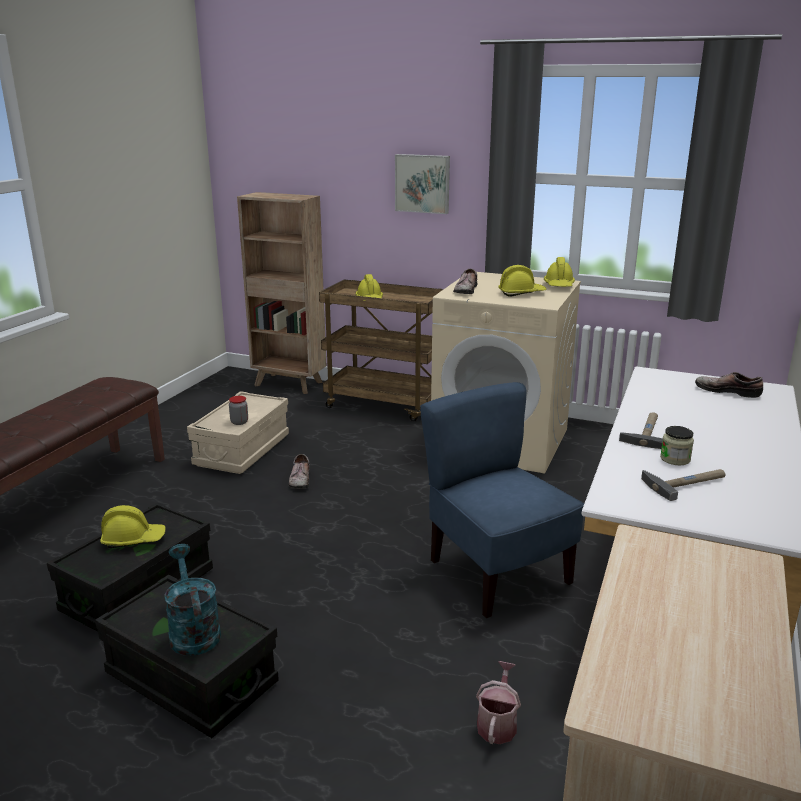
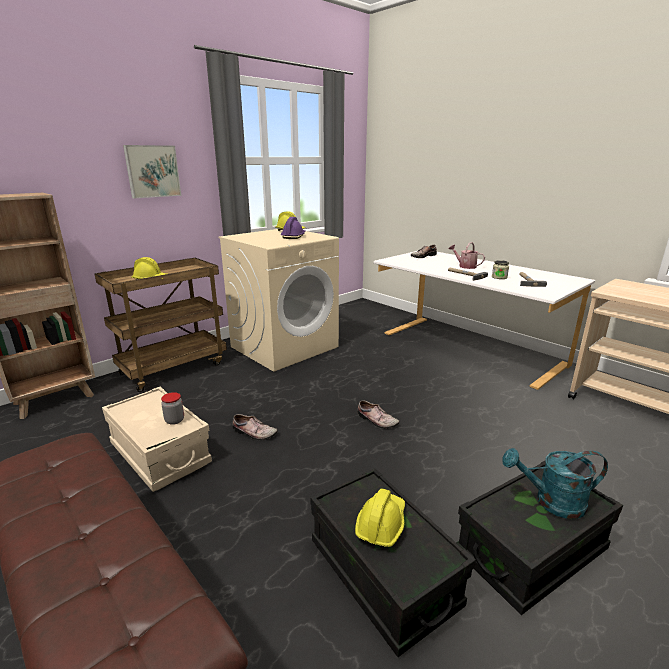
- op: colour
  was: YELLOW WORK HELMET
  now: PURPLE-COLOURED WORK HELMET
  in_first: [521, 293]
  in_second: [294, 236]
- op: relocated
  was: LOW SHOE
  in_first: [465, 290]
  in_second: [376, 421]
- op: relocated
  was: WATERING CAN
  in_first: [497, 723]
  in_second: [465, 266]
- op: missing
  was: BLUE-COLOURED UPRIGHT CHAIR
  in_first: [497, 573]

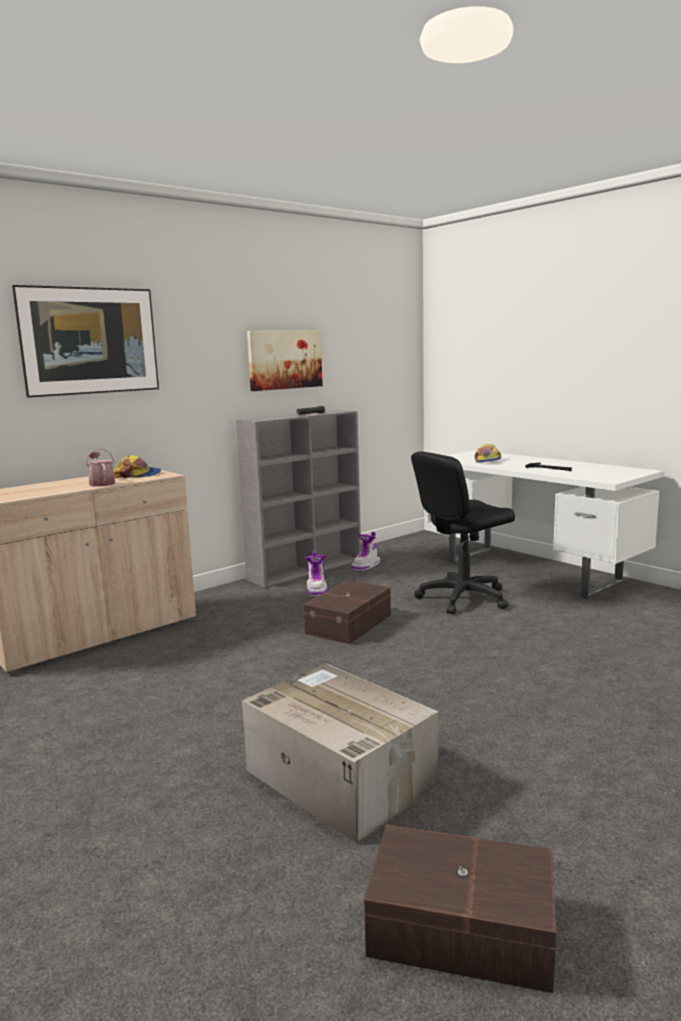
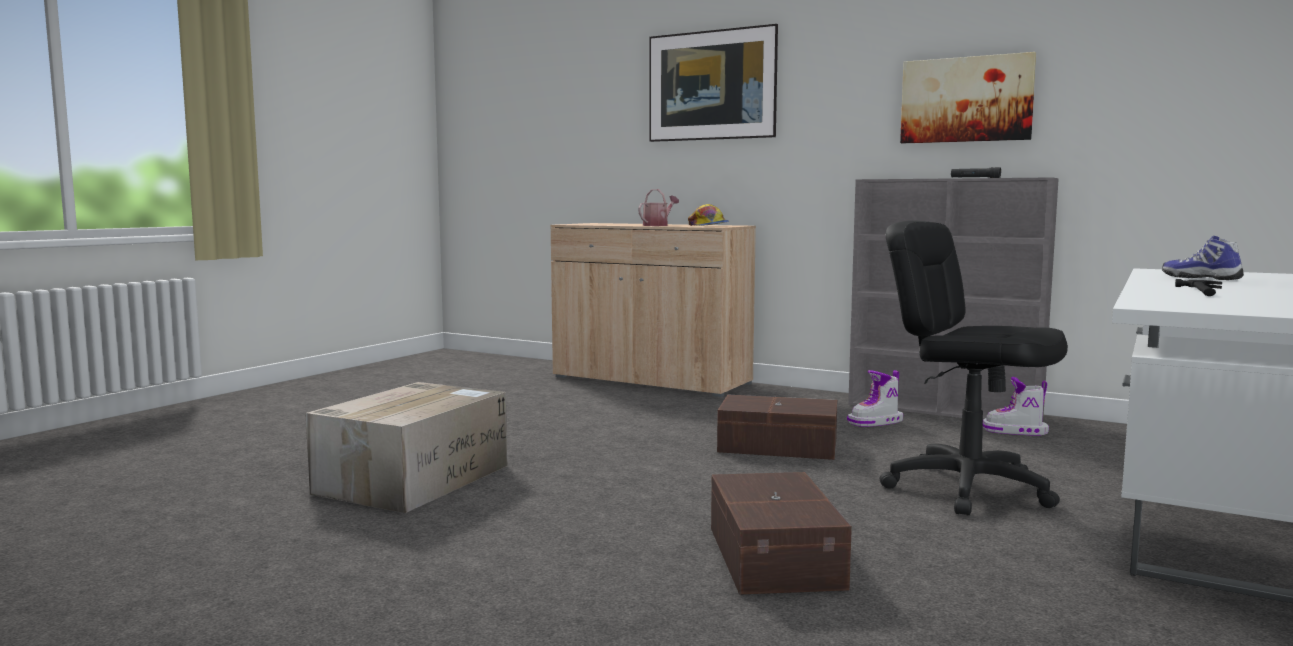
- op: relocated
  was: BROWNISH STORAGE BIN
  in_first: [460, 925]
  in_second: [776, 556]
- op: exchanged
  was: PEAKED CAP
  now: LOW SHOE
  in_first: [487, 461]
  in_second: [1202, 278]

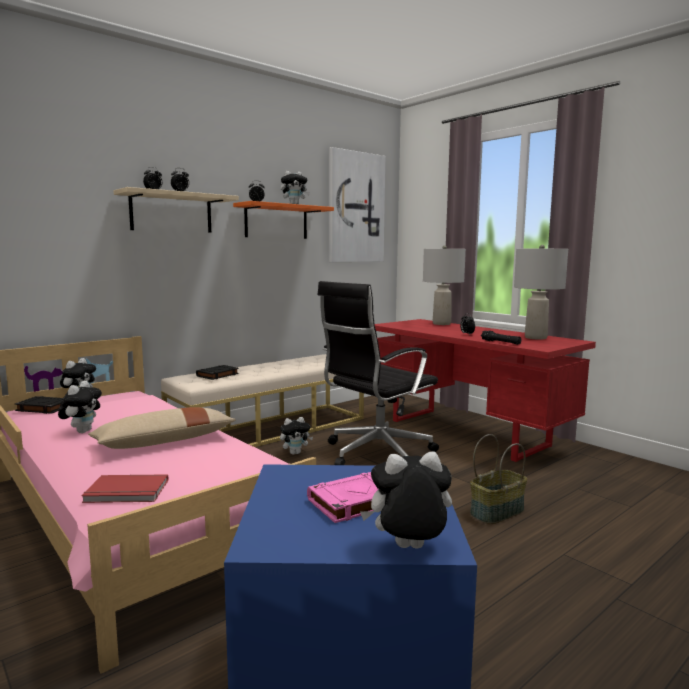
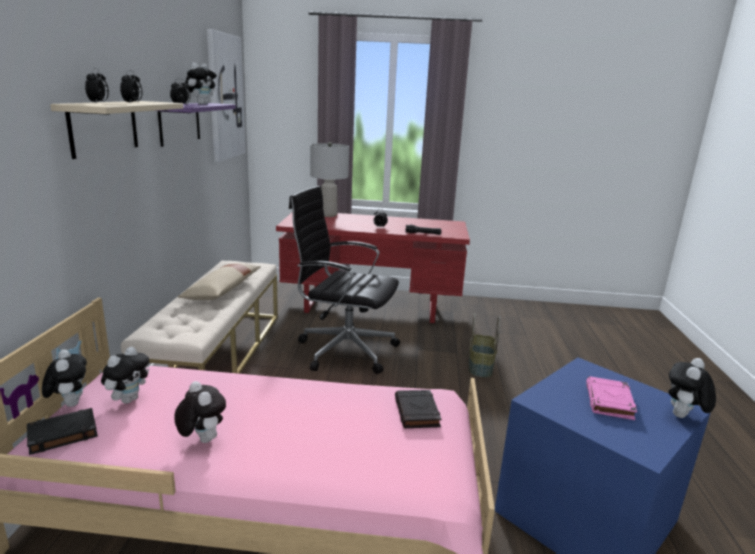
- op: relocated
  was: CUDDLY TOY
  in_first: [295, 453]
  in_second: [129, 399]
- op: colour
  was: ORANGEY SHELF
  now: PURPLE-COLOURED SHELF
  in_first: [276, 222]
  in_second: [179, 123]
- op: relocated
  was: SAND-COLOURED CUSHION
  in_first: [164, 442]
  in_second: [222, 290]
- op: spun
  was: BLACK COMPUTER CHAIR
  in_first: [376, 454]
  in_second: [344, 349]
  clockwise: 105
- op: relocated
  was: BLACK BOOK
  in_first: [217, 375]
  in_second: [417, 413]
- op: missing
  was: RED-COLOURED BOOK
  in_first: [126, 492]
- op: missing
  was: GREYISH TABLE LAMP
  in_first: [536, 337]

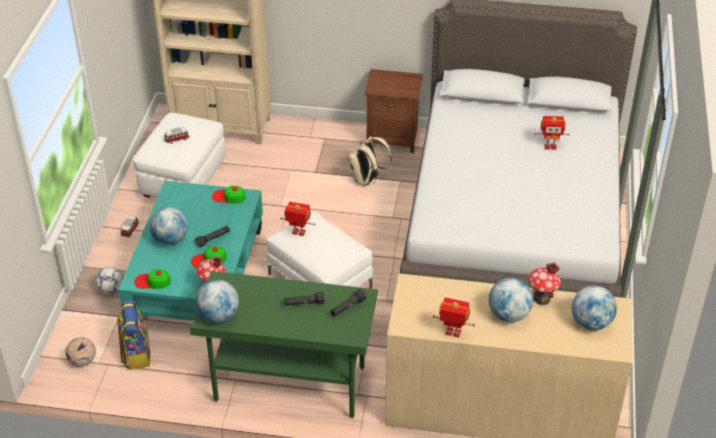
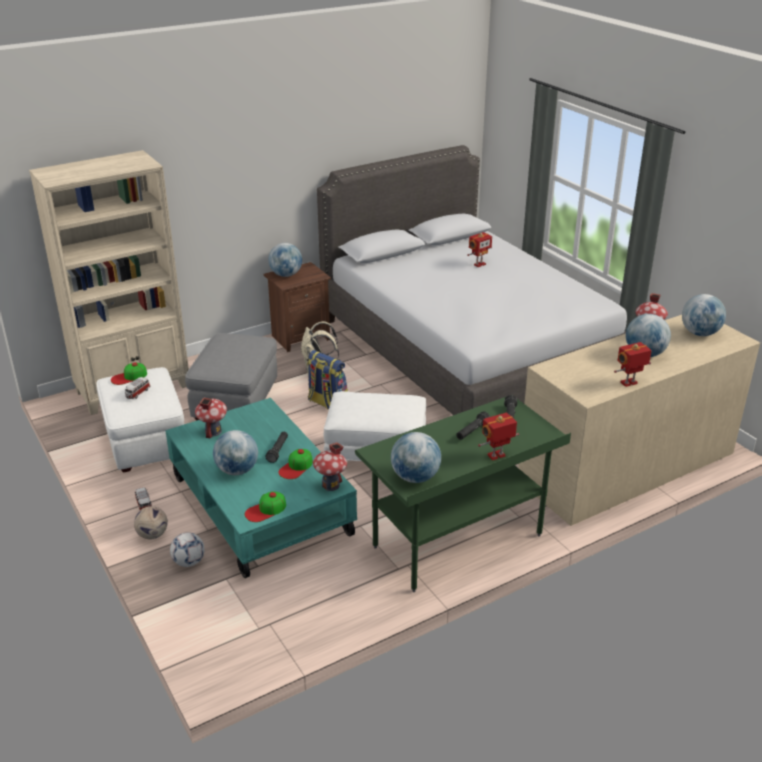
- op: relocated
  was: PEAKED CAP
  in_first: [228, 197]
  in_second: [129, 377]
- op: relocated
  was: FOOTBALL BALL
  in_first: [82, 361]
  in_second: [152, 535]
- op: appeared
  now: GREYISH FOOTREST
  in_second: [236, 400]
- op: appeared
  now: MODEL HOUSE
  in_second: [213, 431]
- op: appeared
  now: WORLD GLOBE
  in_second: [286, 275]
- op: relocated
  was: RUCKSACK
  in_first: [136, 354]
  in_second: [327, 403]
- op: relocated
  was: MODEL ROBOT
  in_first: [298, 233]
  in_second: [497, 456]

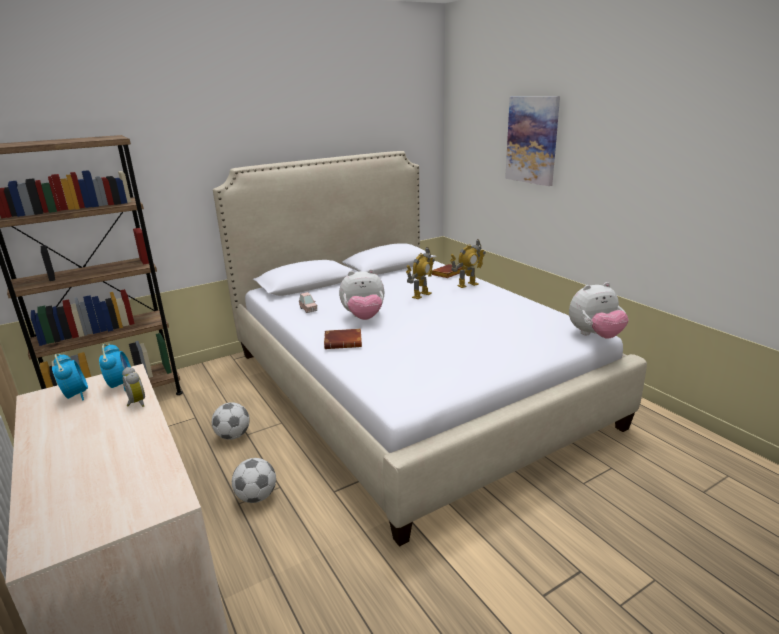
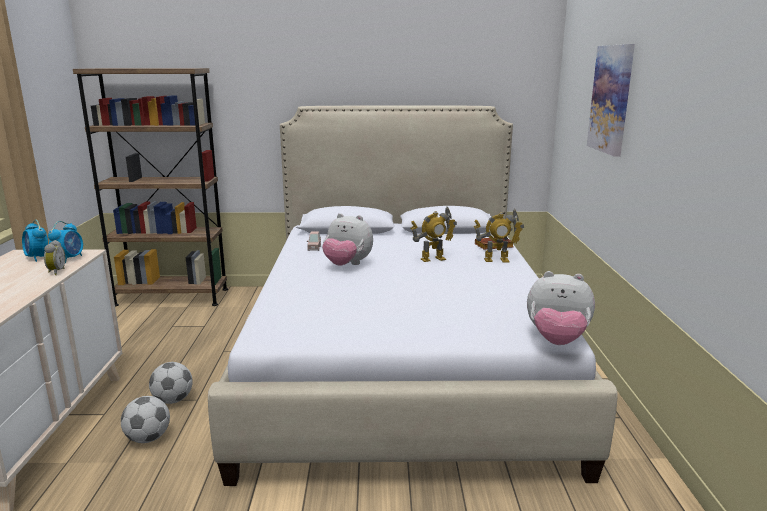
- op: spun
  was: ALARM CLOCK
  in_first: [75, 395]
  in_second: [37, 258]
  clockwise: 135
- op: relocated
  was: FOOTBALL BALL
  in_first: [233, 436]
  in_second: [148, 438]
- op: missing
  was: BROWNISH BOOK
  in_first: [344, 342]

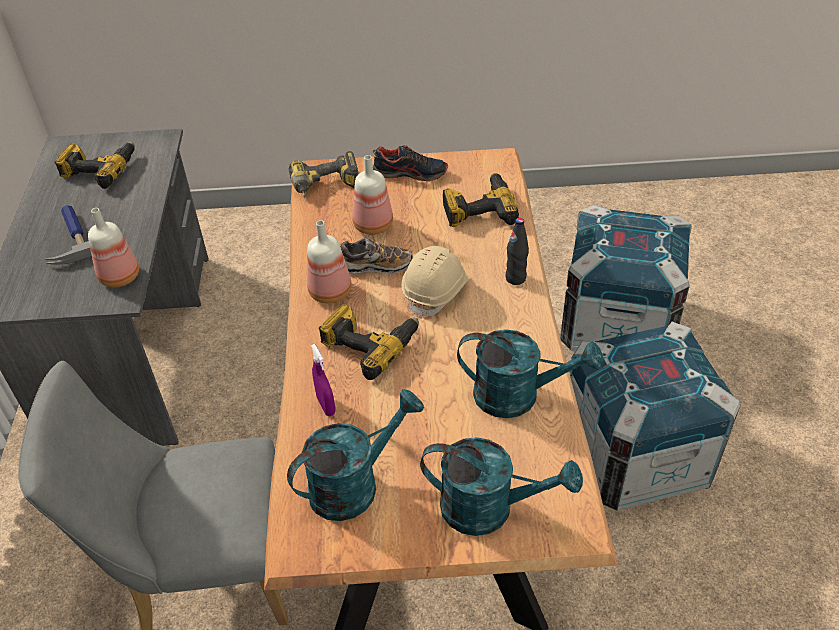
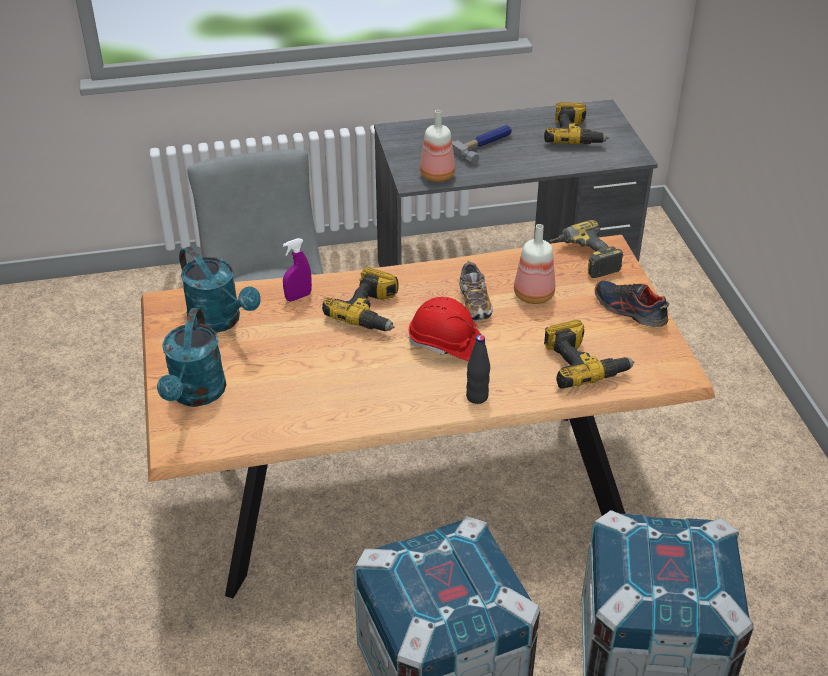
- op: colour
  was: SAND-COLOURED WORK HELMET
  now: RED-COLOURED WORK HELMET
  in_first: [436, 291]
  in_second: [446, 345]
- op: spun
  was: LOW SHOE
  in_first: [410, 173]
  in_second: [629, 310]
  clockwise: 135
- op: missing
  was: DRINK BOTTLE
  in_first: [331, 291]
- op: missing
  was: TURQUOISE WATERING CAN
  in_first: [518, 395]

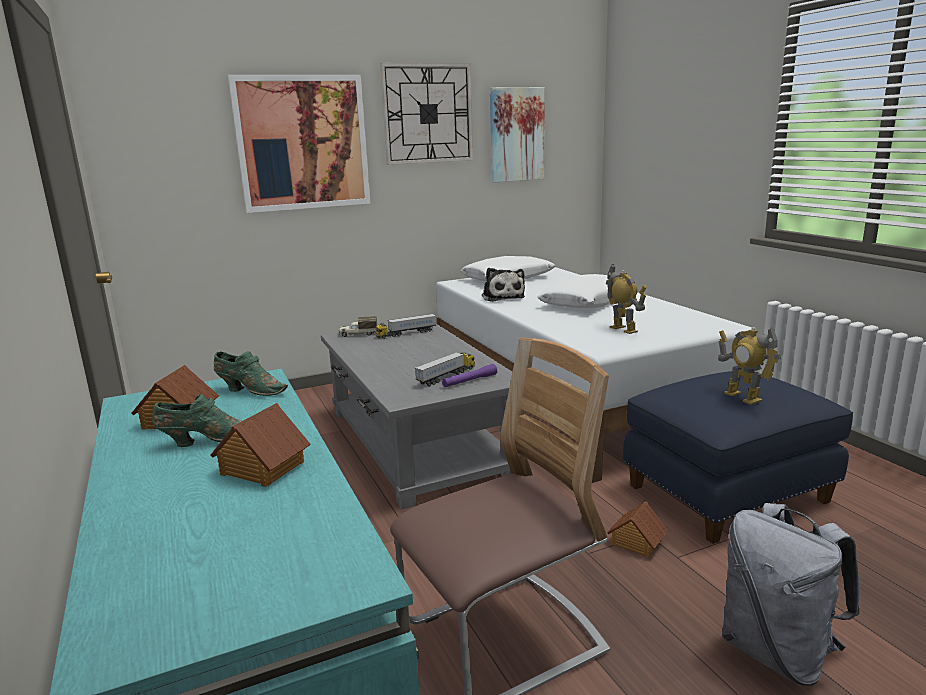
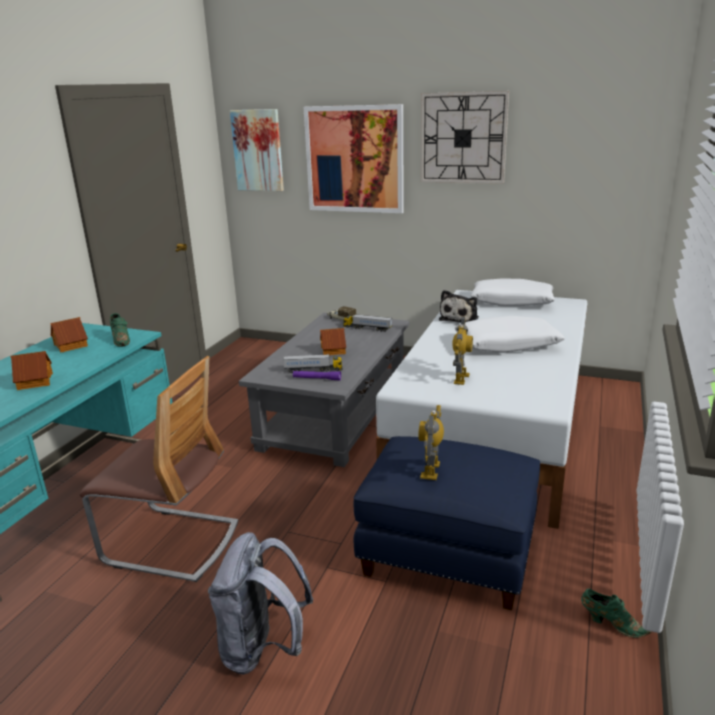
- op: relocated
  was: PICTURE
  in_first: [516, 135]
  in_second: [258, 150]
- op: relocated
  was: MODEL HOUSE
  in_first: [636, 542]
  in_second: [332, 350]
- op: relocated
  was: GREENISH LOW SHOE
  in_first: [206, 441]
  in_second: [611, 623]

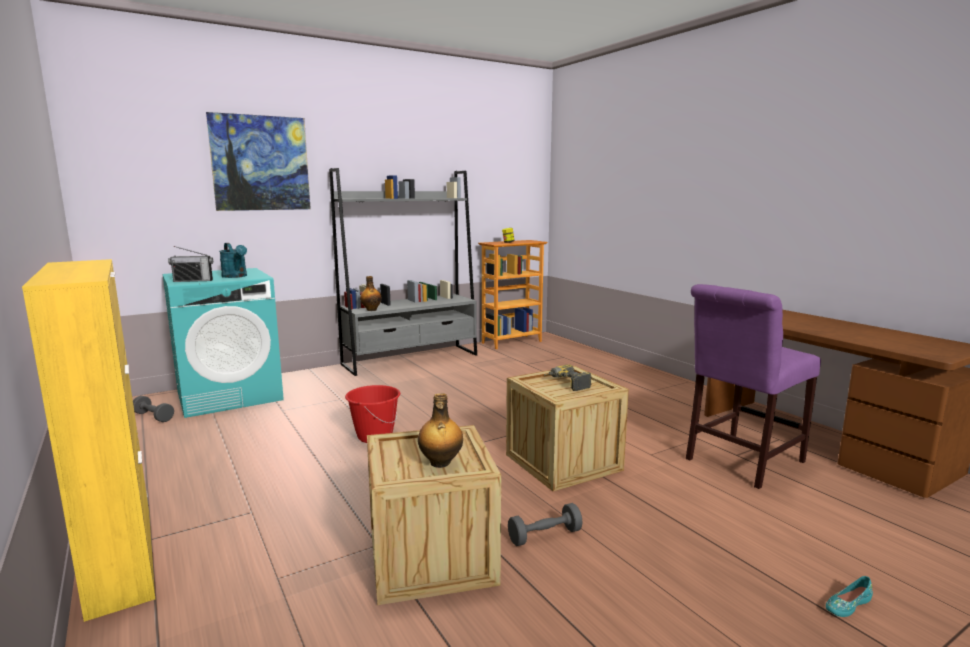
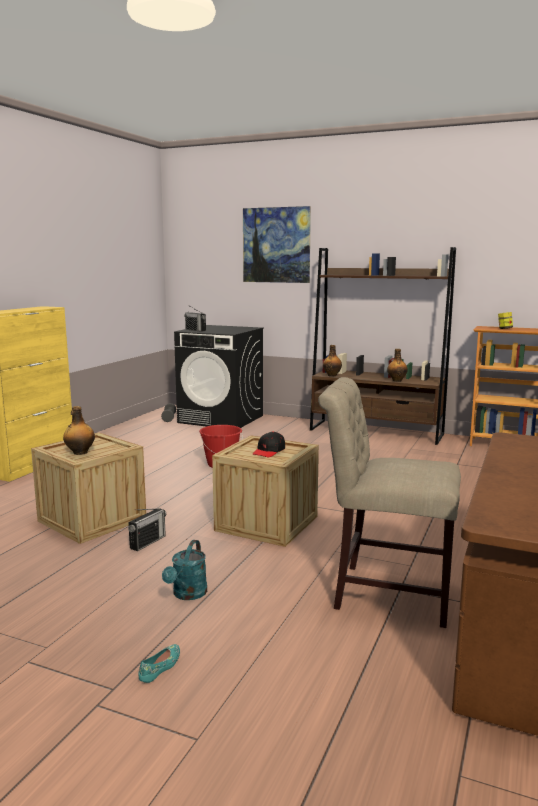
- op: exchanged
  was: GREYISH HAND WEIGHT
  now: RADIO
  in_first: [544, 536]
  in_second: [148, 542]
- op: spun
  was: TURQUOISE LOW SHOE
  in_first: [847, 604]
  in_second: [161, 667]
  clockwise: 90
- op: relocated
  was: TURQUOISE WATERING CAN
  in_first: [236, 276]
  in_second: [187, 595]
- op: colour
  was: TURQUOISE LAUNDRY APPLIANCE
  now: BLACK LAUNDRY APPLIANCE
  in_first: [230, 395]
  in_second: [221, 419]
- op: exchanged
  was: DRILL
  now: BLACK PEAKED CAP
  in_first: [566, 384]
  in_second: [269, 451]
- op: colour
  was: GREYISH BOOKSHELF
  now: BROWNISH BOOKSHELF
  in_first: [411, 359]
  in_second: [376, 432]
- op: colour
  was: PURPLE-COLOURED UPRIGHT CHAIR
  now: SAND-COLOURED UPRIGHT CHAIR
  in_first: [740, 461]
  in_second: [385, 592]
- op: appeared
  now: DRINK BOTTLE
  in_second: [397, 380]

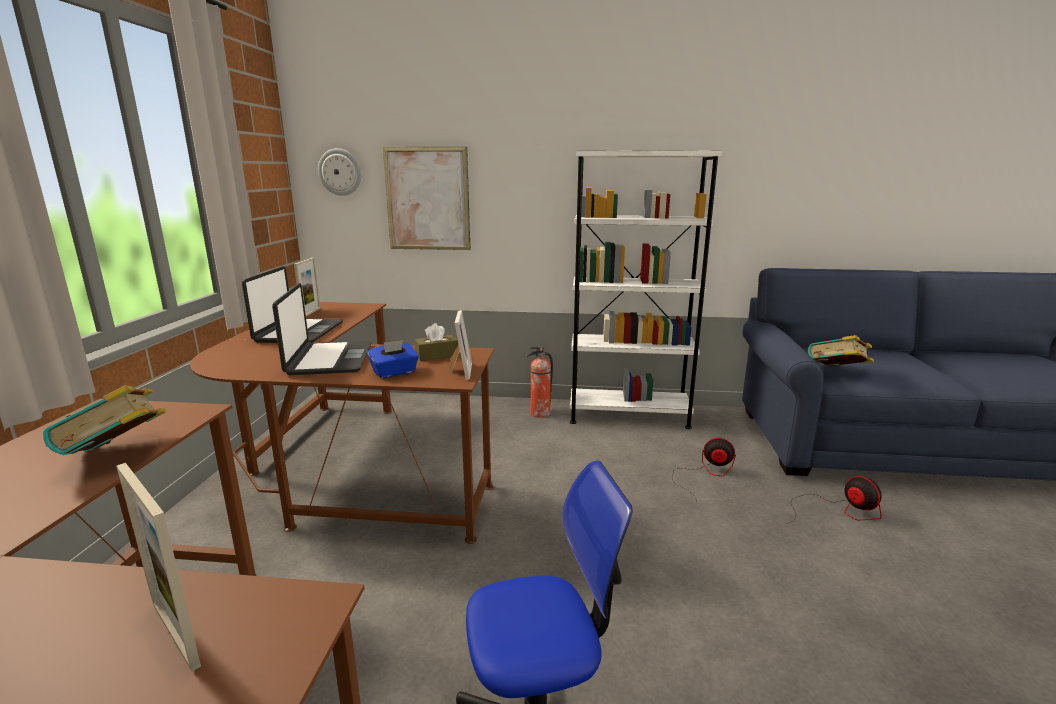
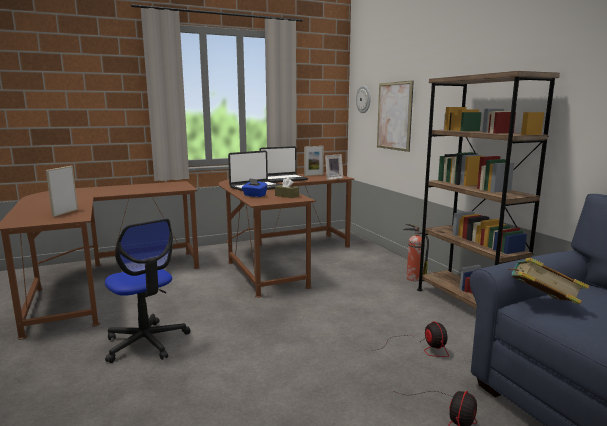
- op: relocated
  was: PHOTO FRAME
  in_first: [460, 371]
  in_second: [333, 178]
- op: colour
  was: WHITISH BOOKSHELF
  now: BROWNISH BOOKSHELF
  in_first: [628, 415]
  in_second: [466, 304]
- op: missing
  was: BOOK
  in_first: [118, 455]

